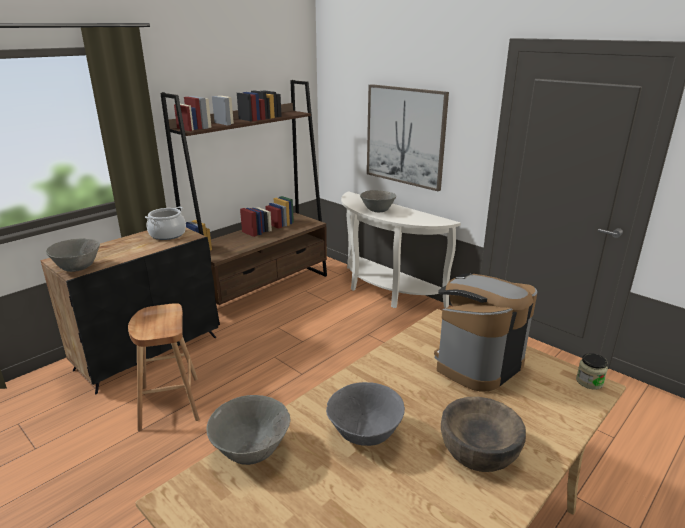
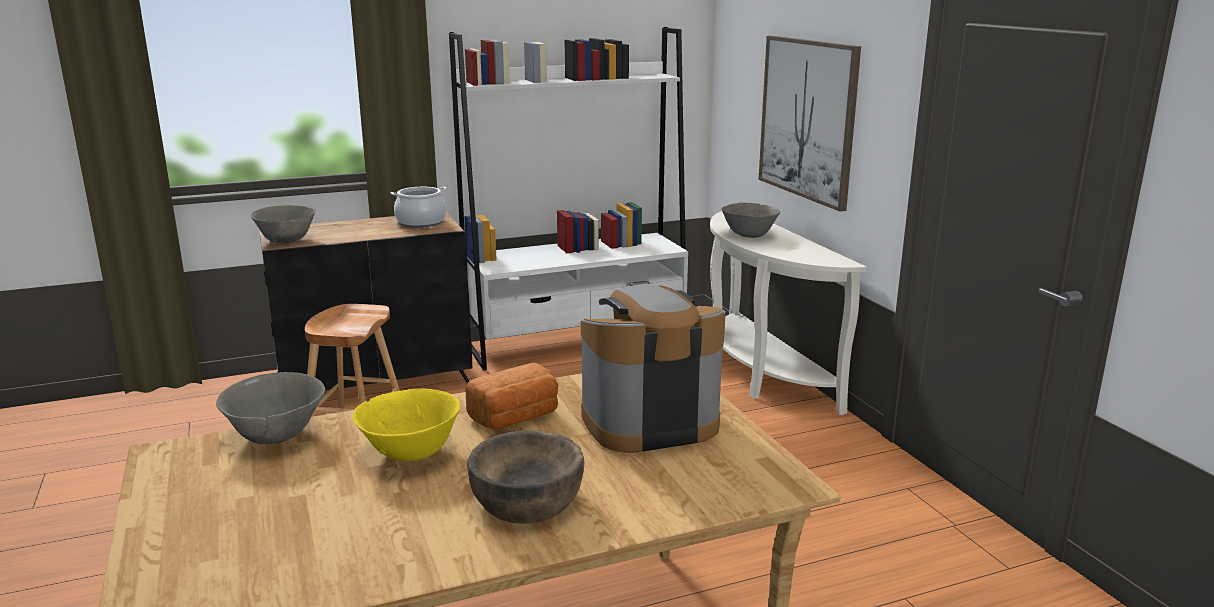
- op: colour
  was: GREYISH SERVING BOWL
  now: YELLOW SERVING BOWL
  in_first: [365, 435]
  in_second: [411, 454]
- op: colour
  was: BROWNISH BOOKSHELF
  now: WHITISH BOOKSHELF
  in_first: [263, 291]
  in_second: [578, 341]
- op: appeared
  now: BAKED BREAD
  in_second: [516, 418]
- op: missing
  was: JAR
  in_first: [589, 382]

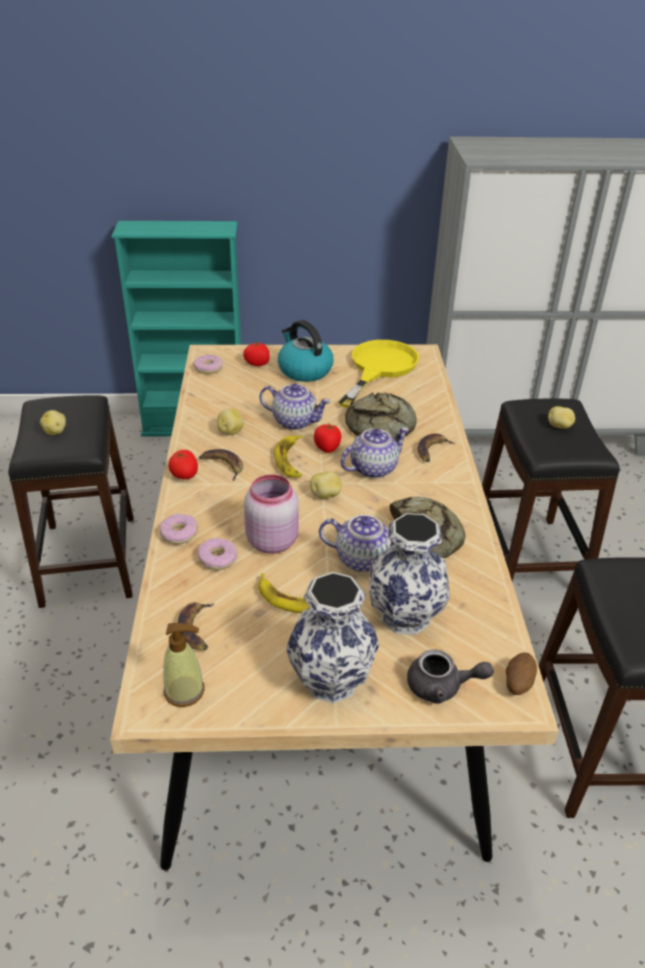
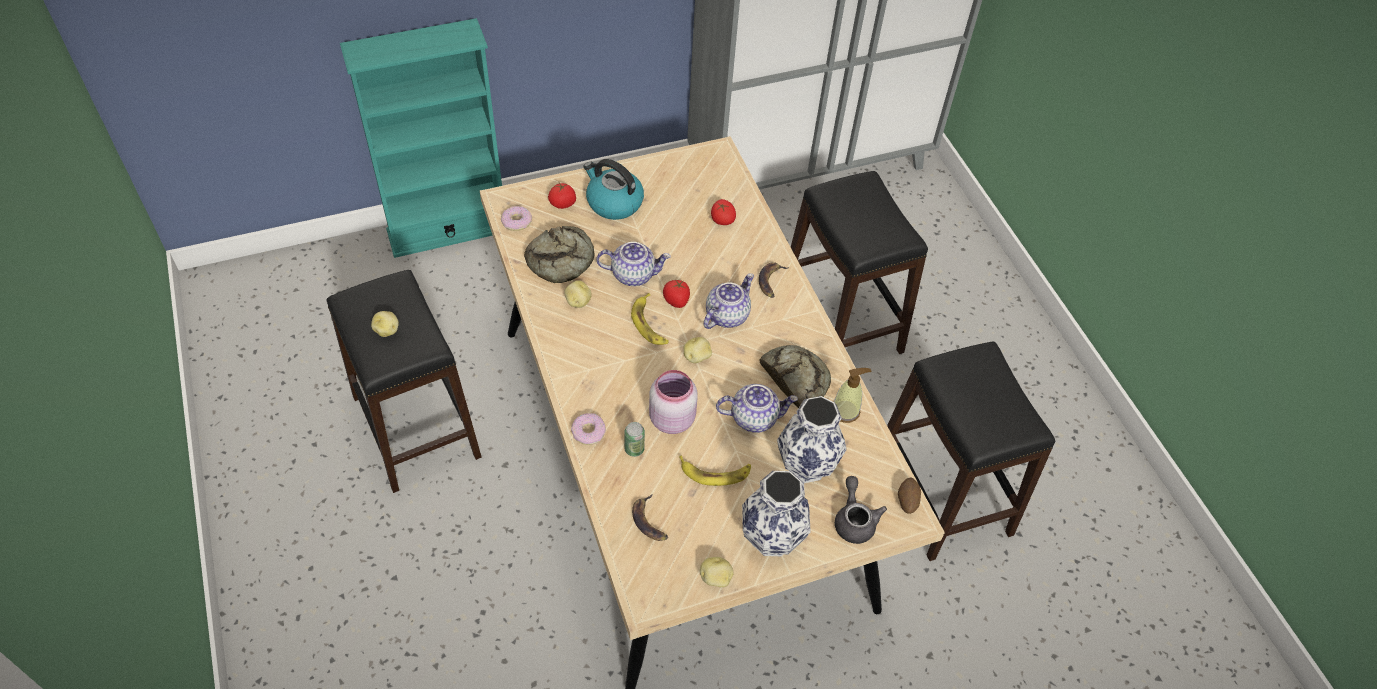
- op: relocated
  was: BAKED BREAD
  in_first: [382, 427]
  in_second: [562, 260]
- op: exchanged
  was: RING DOUGHNUT
  now: SEALED CAN
  in_first: [218, 558]
  in_second: [634, 449]
- op: relocated
  was: SPUD
  in_first: [559, 426]
  in_second: [716, 578]
- op: relocated
  was: TOMATO
  in_first: [184, 475]
  in_second: [722, 220]
- op: relocated
  was: LIQUID SOAP BOTTLE
  in_first: [184, 691]
  in_second: [845, 411]
- op: spun
  was: GREYISH POT FOR TEA
  in_first: [442, 687]
  in_second: [854, 520]
  clockwise: -90
- op: missing
  was: BANANA
  in_first: [222, 465]
- op: missing
  was: YELLOW SKILLET
  in_first: [379, 368]

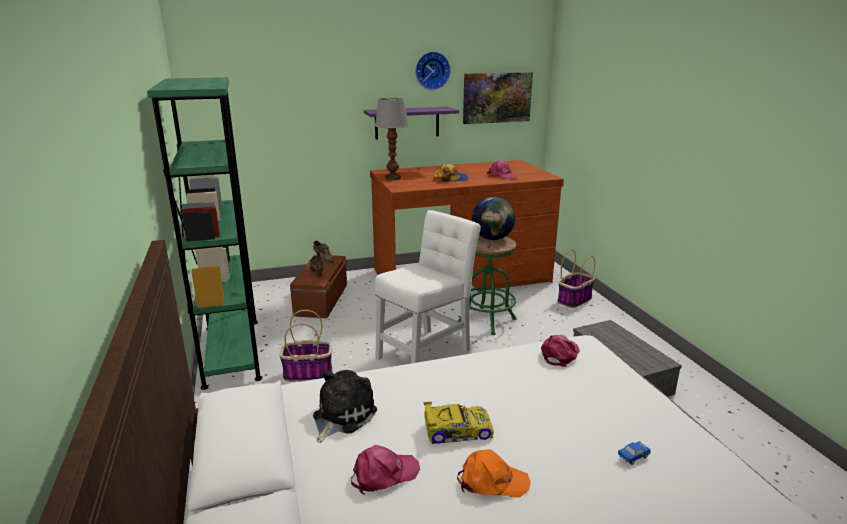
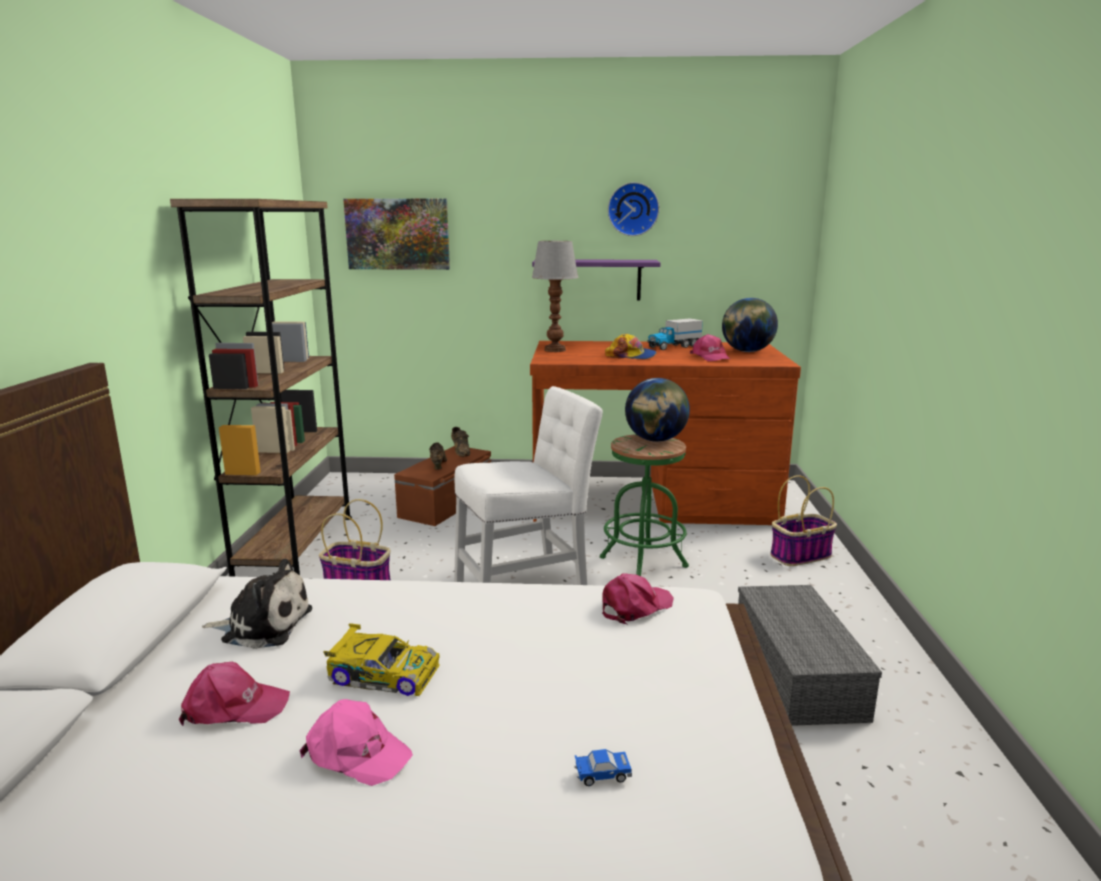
- op: colour
  was: GREENISH BOOKSHELF
  now: BROWNISH BOOKSHELF
  in_first: [232, 352]
  in_second: [295, 546]
- op: spun
  was: CUDDLY TOY
  in_first: [341, 416]
  in_second: [263, 625]
  clockwise: 45
- op: colour
  was: ORANGEY PEAKED CAP
  now: PINK-COLOURED PEAKED CAP
  in_first: [491, 481]
  in_second: [356, 753]
- op: relocated
  was: PICTURE
  in_first: [497, 97]
  in_second: [398, 234]
- op: appeared
  now: TOY LORRY
  in_second: [673, 347]
- op: appeared
  now: WORLD GLOBE
  in_second: [747, 351]

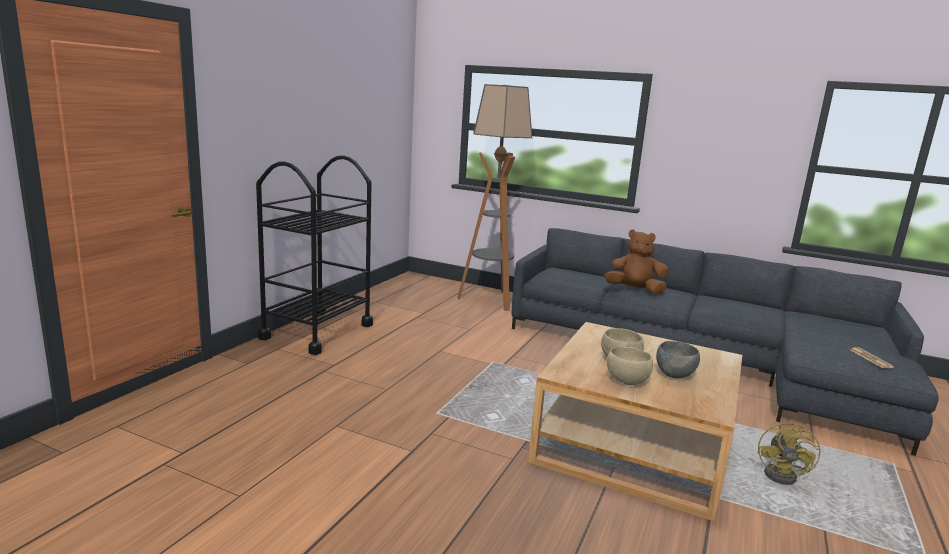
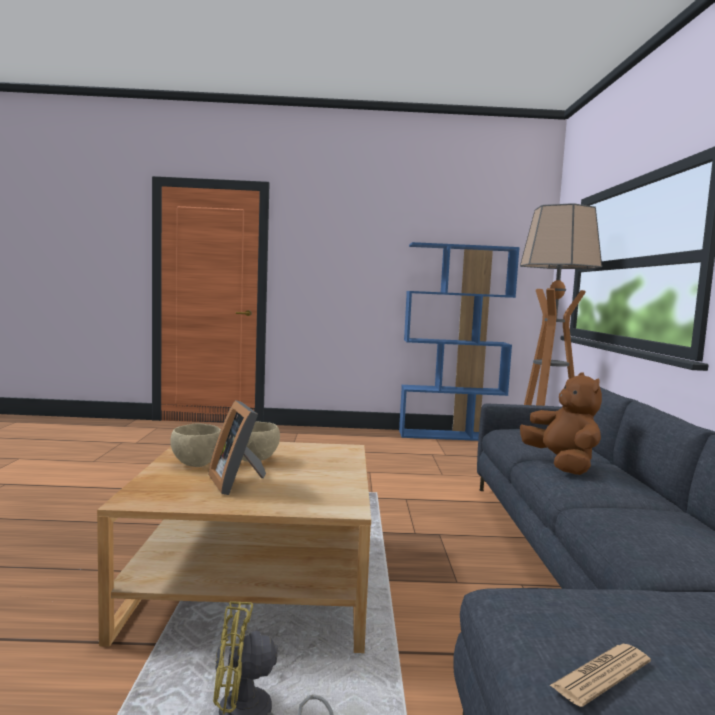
- op: exchanged
  was: GREYISH SERVING BOWL
  now: PHOTO FRAME
  in_first: [674, 375]
  in_second: [238, 482]
- op: appeared
  now: BLUE-COLOURED BOOKSHELF
  in_second: [451, 435]
- op: missing
  was: BLACK WHEELED CART
  in_first: [317, 331]

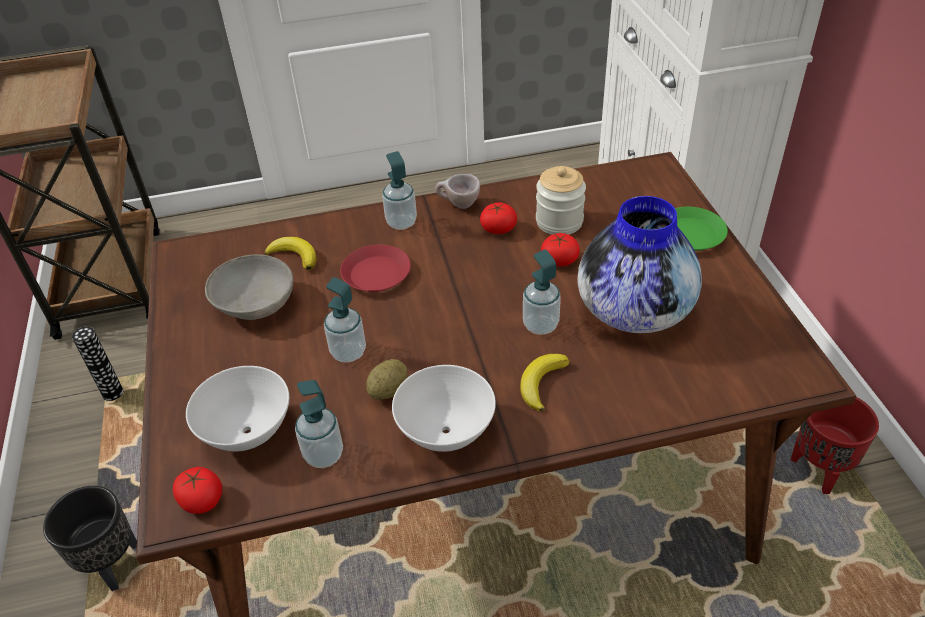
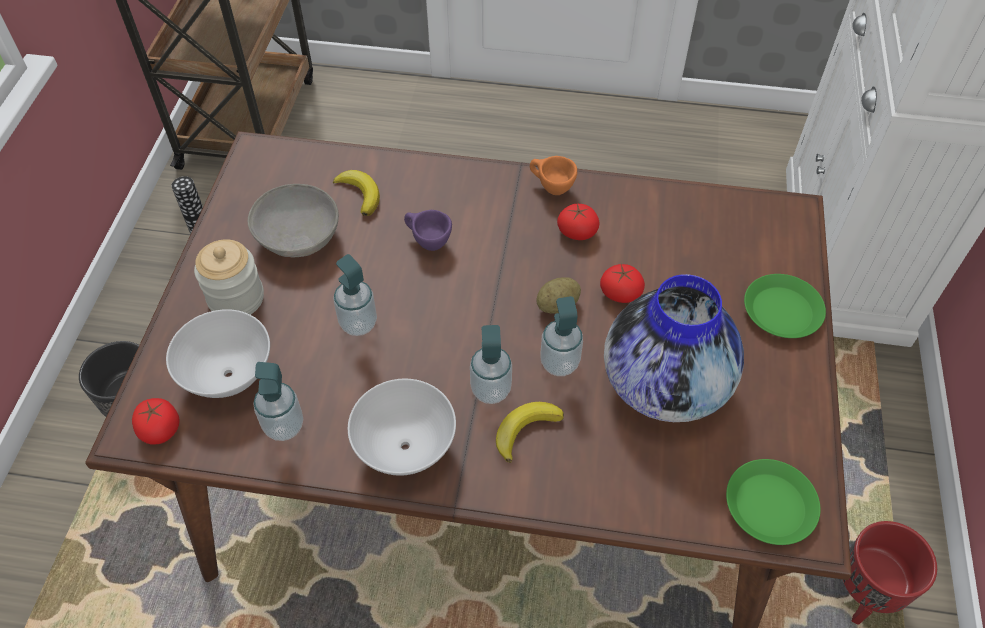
- op: relocated
  was: JAR
  in_first: [559, 222]
  in_second: [236, 298]
- op: exchanged
  was: RED-COLOURED FLAT DISH
  now: PURPLE-COLOURED DRINKING CUP
  in_first: [376, 274]
  in_second: [427, 243]
- op: relocated
  was: LIQUID SOAP BOTTLE
  in_first: [401, 222]
  in_second: [491, 390]
- op: colour
  was: SAND-COLOURED DRINKING CUP
  now: ORANGEY DRINKING CUP
  in_first: [458, 205]
  in_second: [550, 188]
- op: relocated
  was: SPUD
  in_first: [388, 391]
  in_second: [557, 305]
- op: appeared
  now: GREENISH FLAT DISH
  in_second: [769, 506]

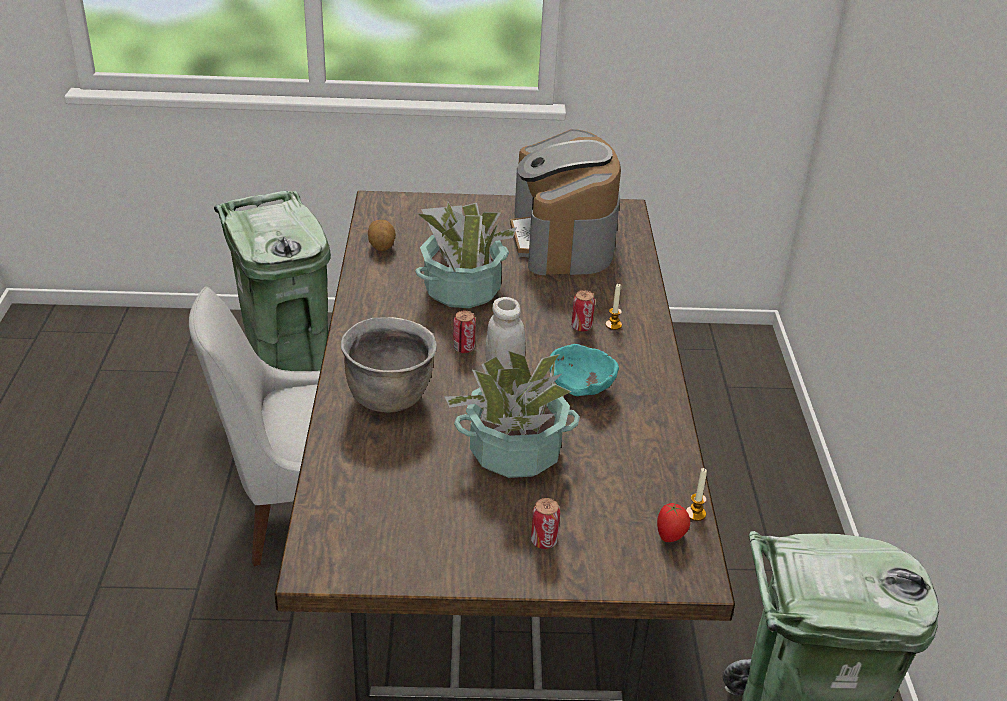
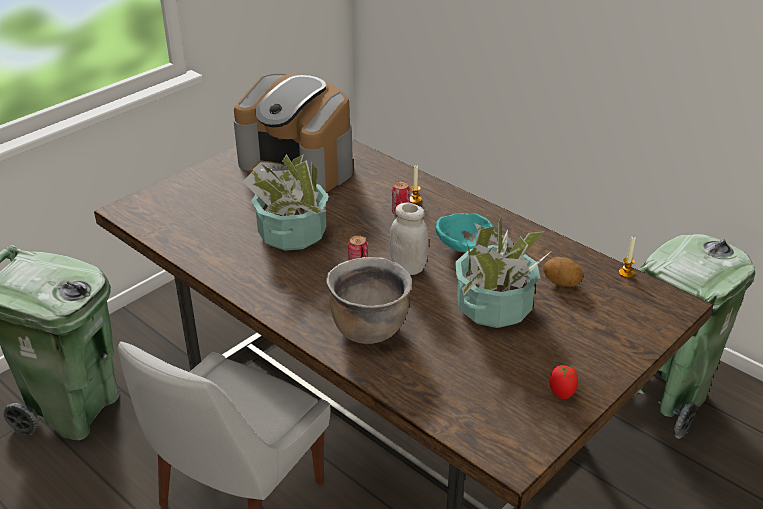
- op: relocated
  was: SPUD
  in_first: [382, 246]
  in_second: [561, 282]
- op: relocated
  was: TOMATO
  in_first: [670, 536]
  in_second: [561, 393]
- op: missing
  was: SEALED CAN
  in_first: [544, 541]

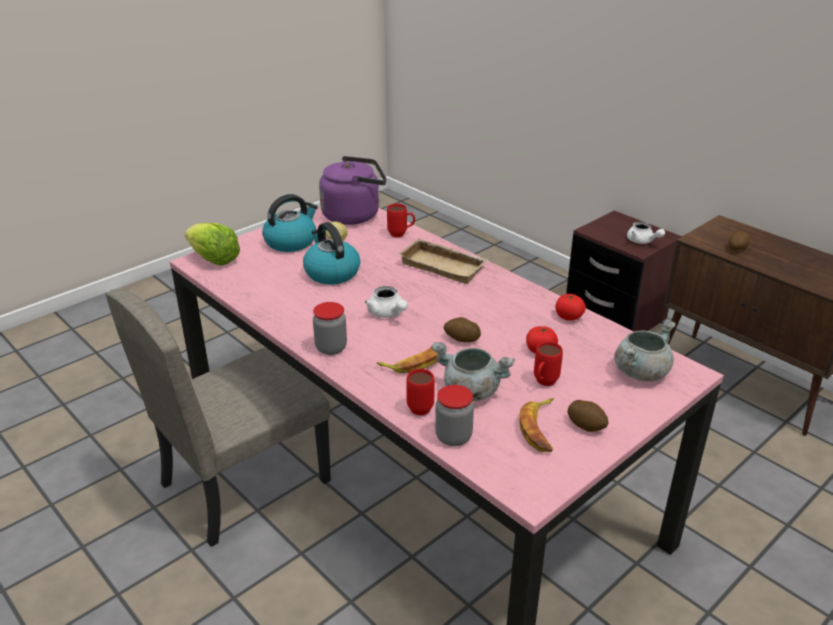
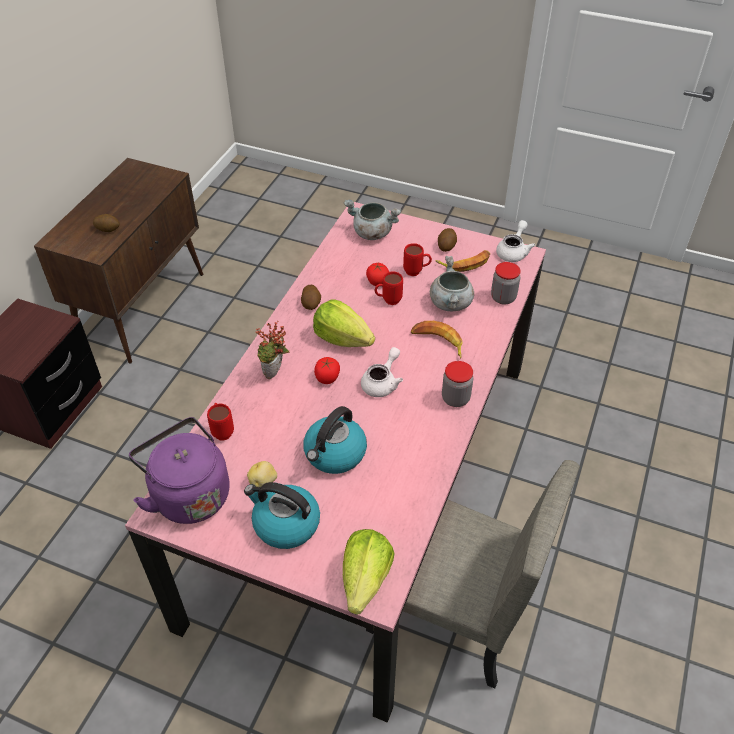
- op: exchanged
  was: SAND-COLOURED SERVING TRAY
  now: PLANT IN A POT
  in_first: [444, 266]
  in_second: [275, 373]
- op: relocated
  was: SPUD
  in_first: [461, 339]
  in_second: [311, 304]
- op: appeared
  now: LETTUCE
  in_second: [342, 339]
- op: relocated
  was: TOMATO
  in_first: [568, 317]
  in_second: [327, 378]
- op: relocated
  was: RED-COLOURED COFFEE MUG
  in_first: [421, 406]
  in_second: [388, 301]
- op: relocated
  was: WHITISH POT FOR TEA
  in_first: [642, 241]
  in_second: [513, 251]

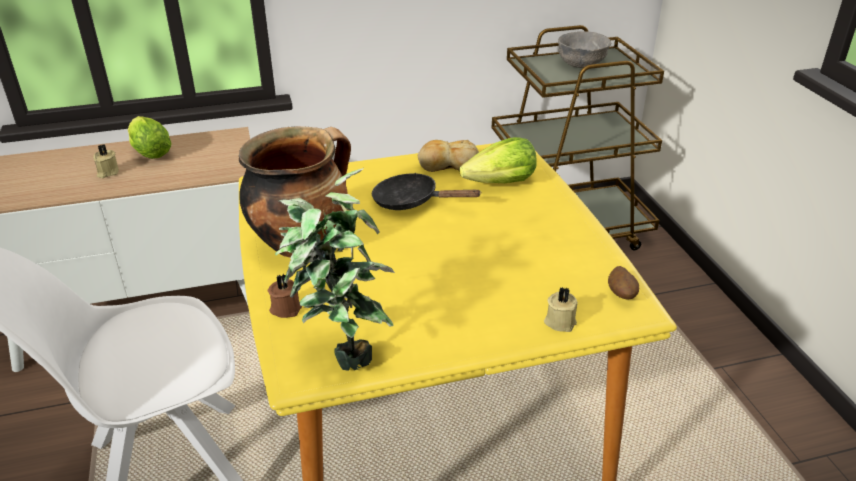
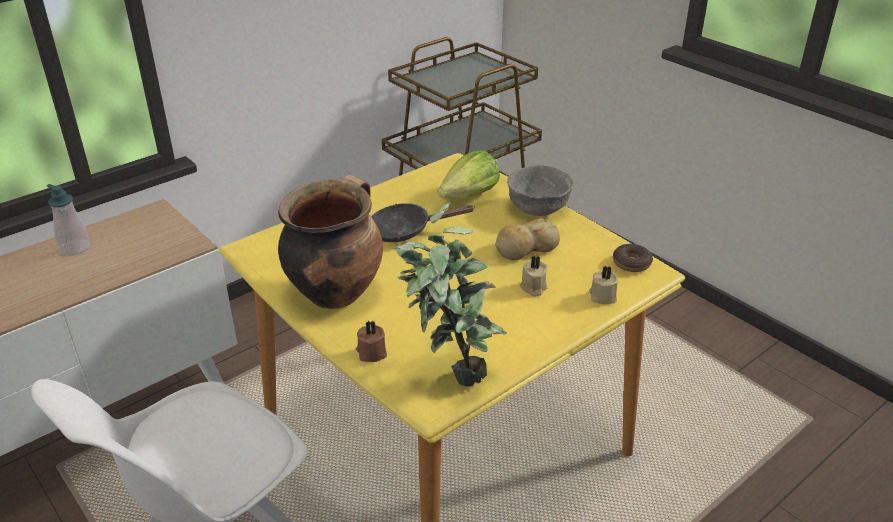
- op: exchanged
  was: LETTUCE
  now: LIQUID SOAP BOTTLE
  in_first: [149, 151]
  in_second: [75, 248]
- op: relocated
  was: BAKED BREAD
  in_first: [448, 165]
  in_second: [525, 248]
- op: relocated
  was: GREYISH SERVING BOWL
  in_first: [581, 64]
  in_second: [539, 208]
- op: relocated
  was: SAND-COLOURED CANDLE
  in_first: [107, 172]
  in_second: [533, 288]
- op: exchanged
  was: SPUD
  now: RING DOUGHNUT
  in_first: [621, 295]
  in_second: [631, 263]

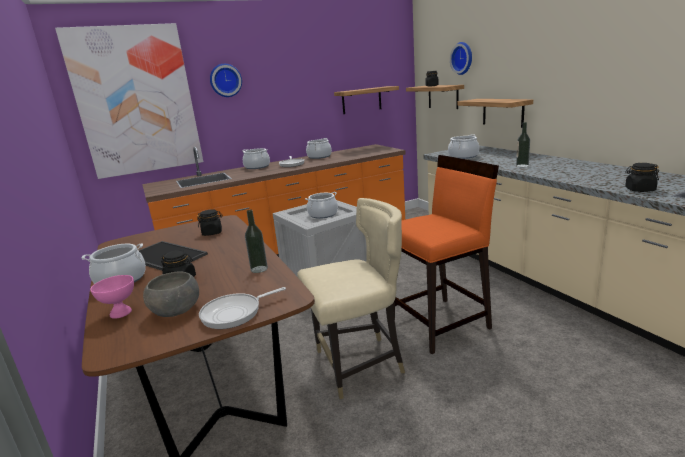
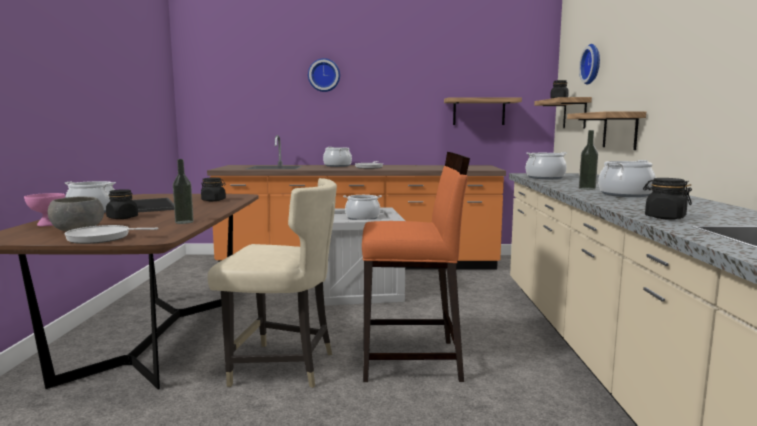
- op: relocated
  was: STOCKPOT
  in_first: [319, 156]
  in_second: [625, 194]
- op: missing
  was: PICTURE
  in_first: [136, 101]

